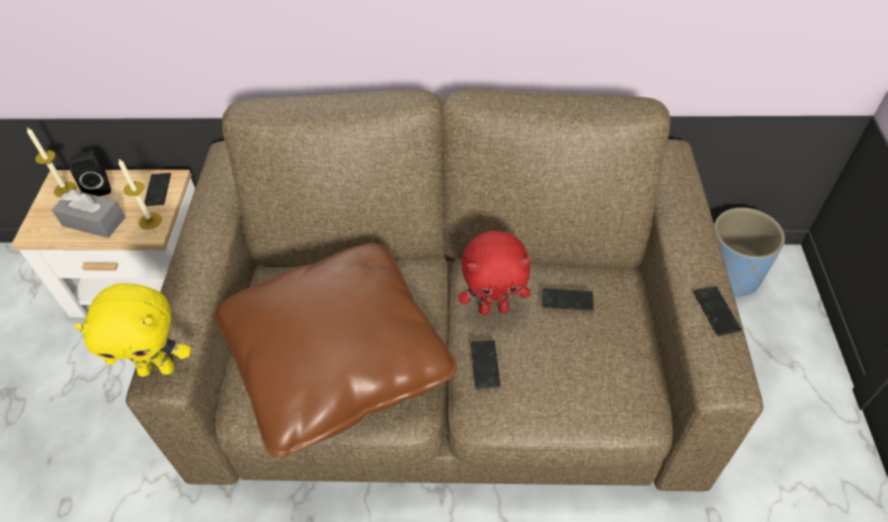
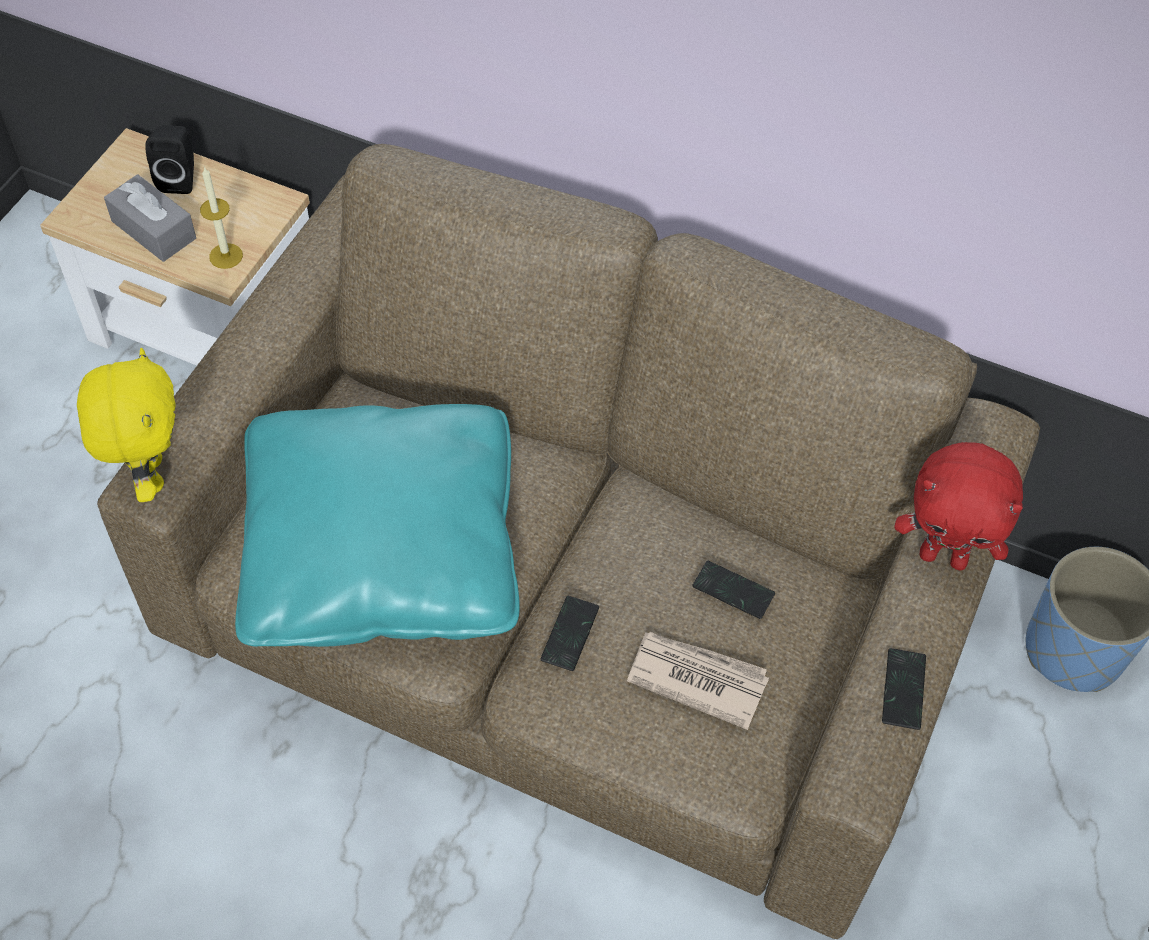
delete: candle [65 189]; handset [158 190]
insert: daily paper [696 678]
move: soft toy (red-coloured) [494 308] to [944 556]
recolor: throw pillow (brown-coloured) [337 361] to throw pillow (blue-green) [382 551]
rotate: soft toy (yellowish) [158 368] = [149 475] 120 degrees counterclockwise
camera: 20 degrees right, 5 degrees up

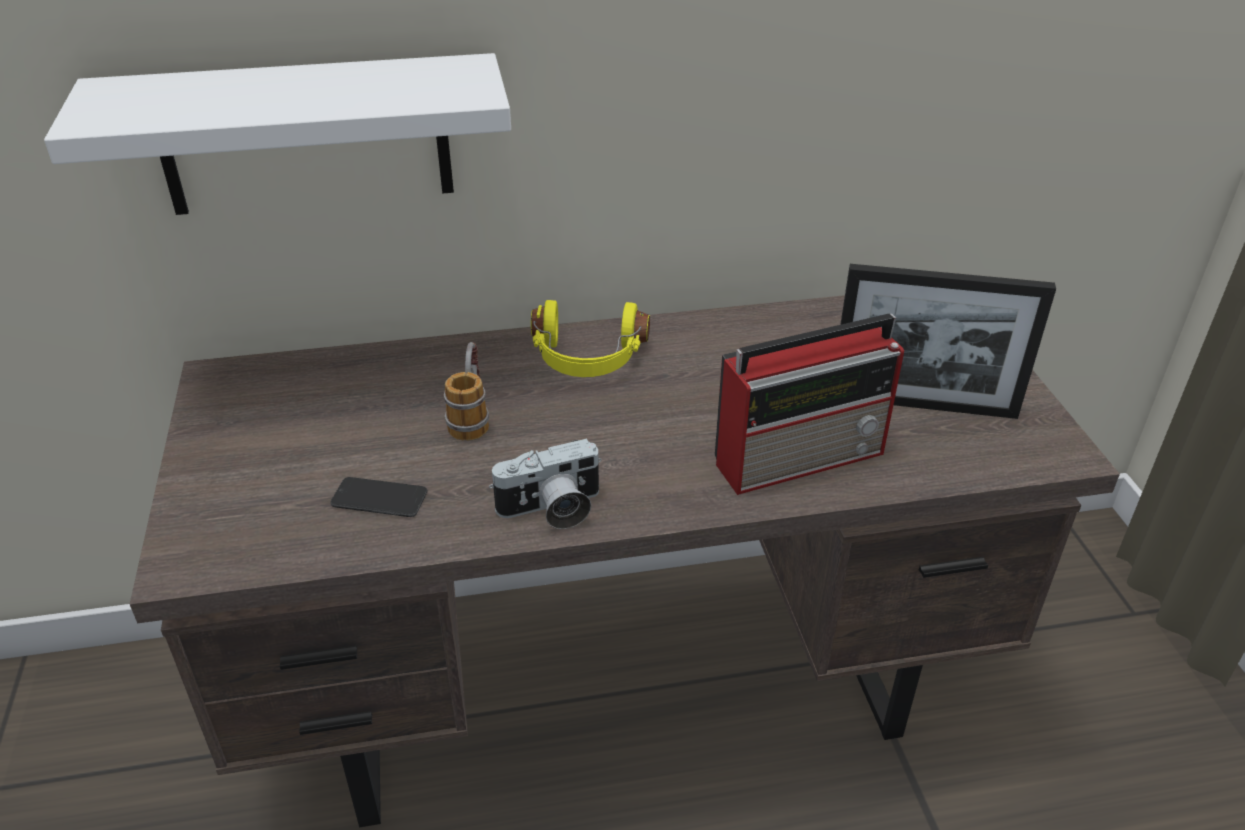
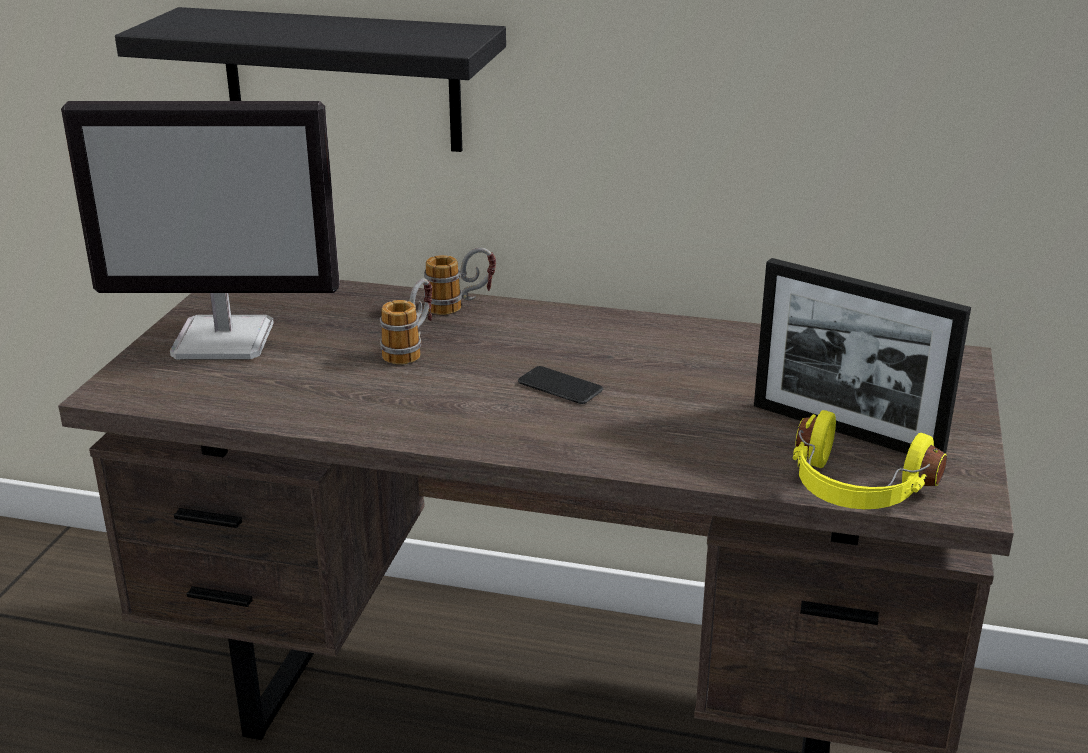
delete: photo camera [552 510]; radio set [802 456]
insert: monitor [226 340]; coffee mug [460 306]
move: handset [379 498] to [560 386]; pair of headphones (yellowish) [587 359] to [856 490]
recolor: shelf (white) [305 136] to shelf (black) [342 80]
camera: 25 degrees right, 10 degrees down

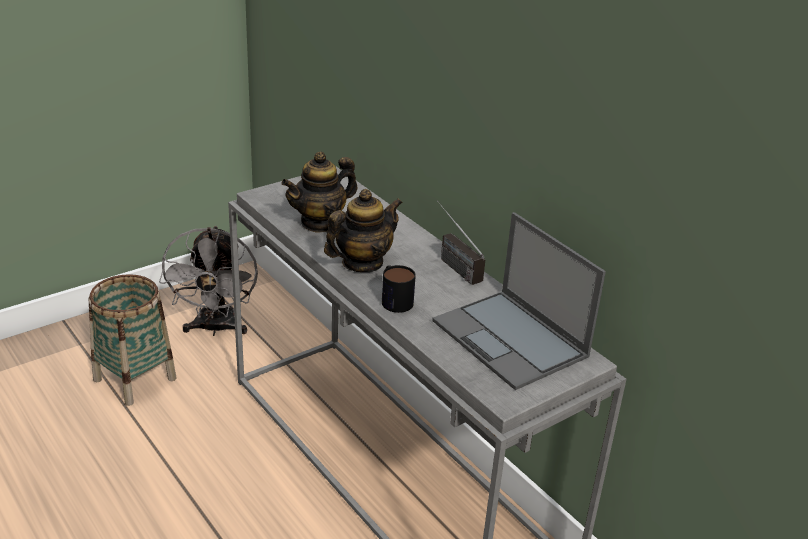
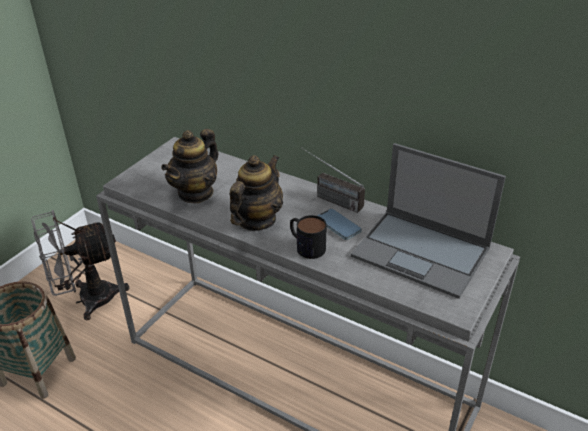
insert: handset [338 226]
rotate: electric fan (gray) [215 329] = [87 300] 90 degrees clockwise
camera: 20 degrees left, 5 degrees up

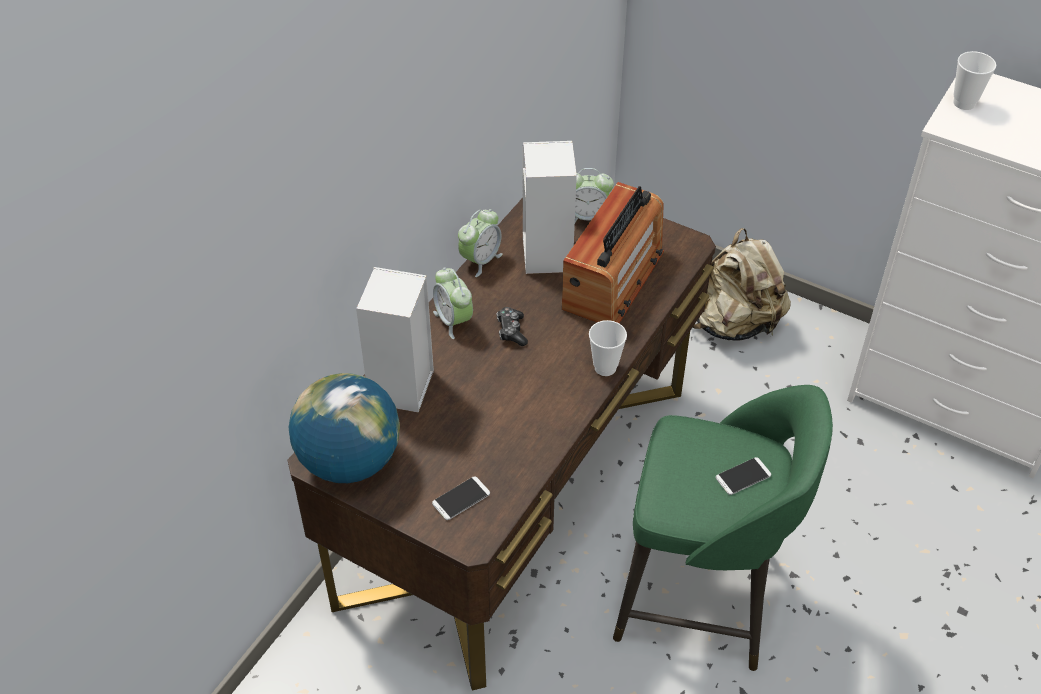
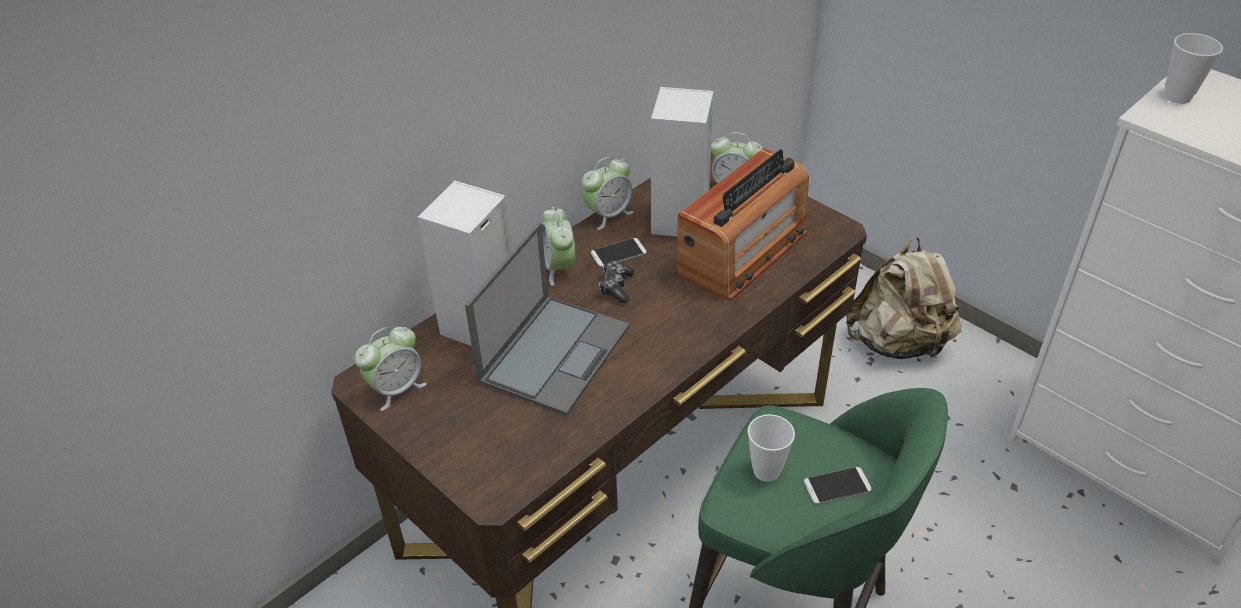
insert: portable computer [555 352]
move: handset [461 498] to [618 253]; cup [605 368] to [766 471]
replace: desk globe [349 461] to alarm clock [396 389]
camera: 15 degrees right, 5 degrees down

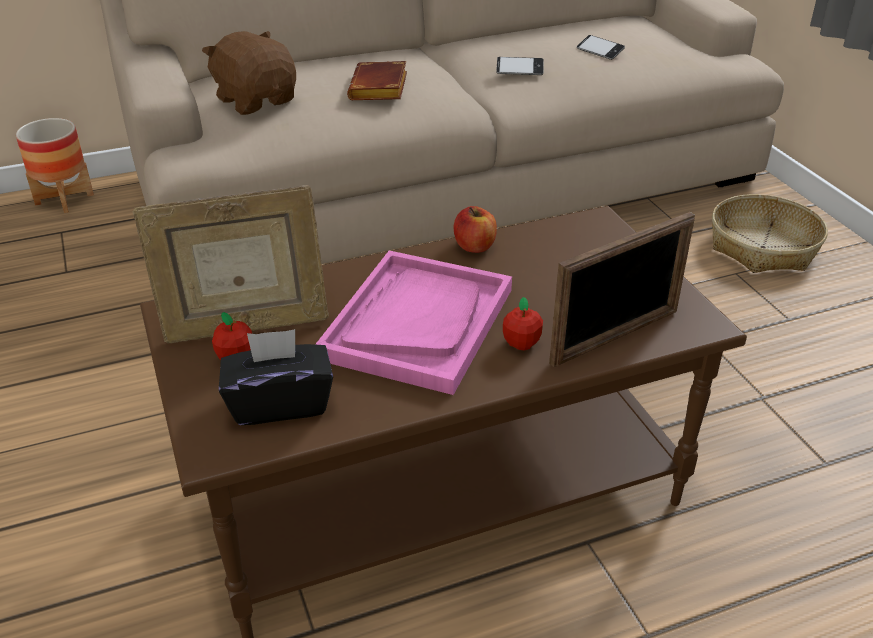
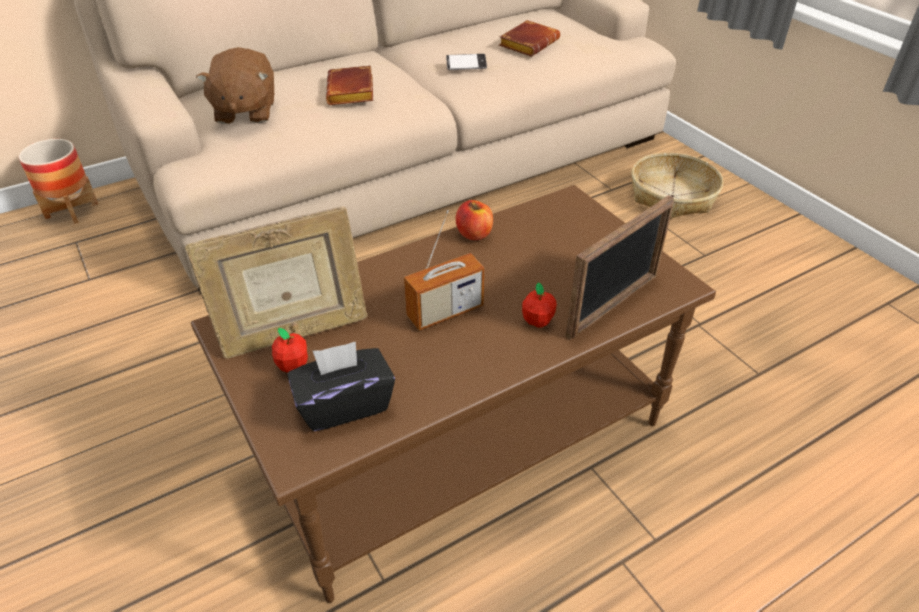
replace: carrying tray (pink) [418 323] to radio set [445 312]; handset [600 51] to bound book (brown-coloured) [528 43]
rotate: soft toy (brown-coloured) [256 100] = [245 112] 135 degrees counterclockwise
camera: 10 degrees left, 5 degrees up

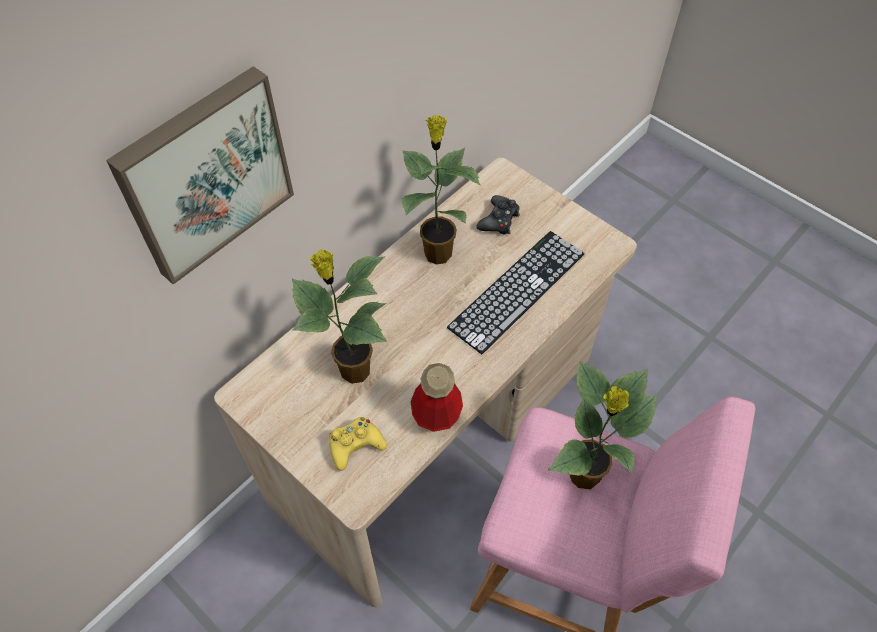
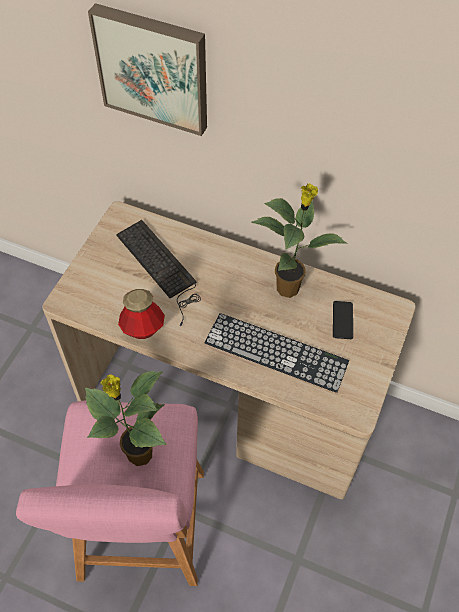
delete: joypad (yellowish) [355 445]
replace: houseplant [353 370] to PC keyboard [161 268]; joypad (black) [499 220] to handset [342 320]
camera: 70 degrees right, 0 degrees up

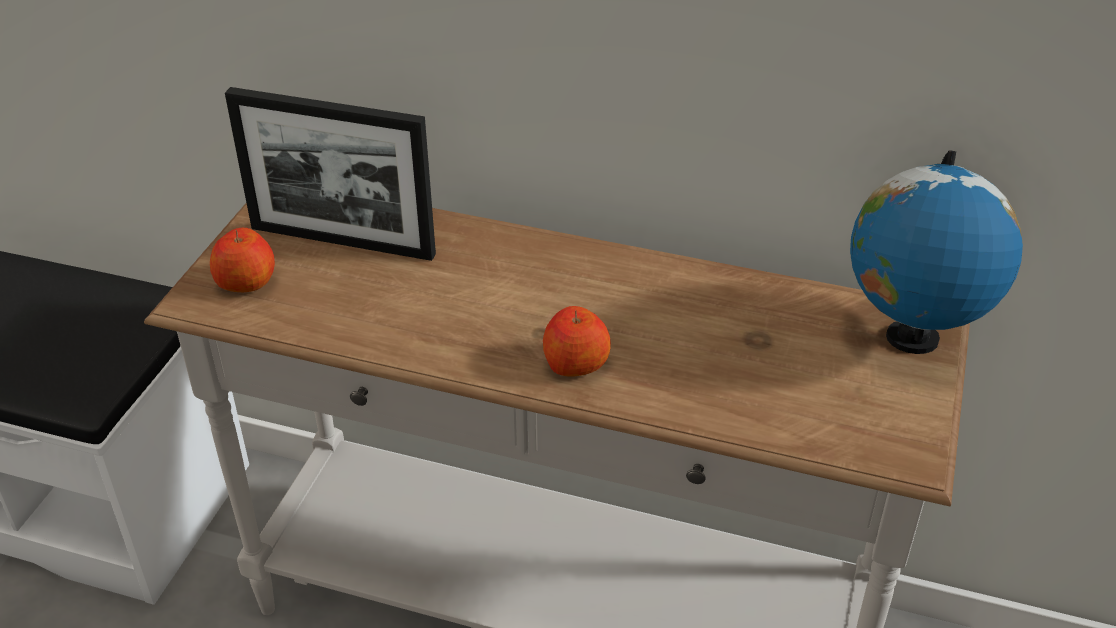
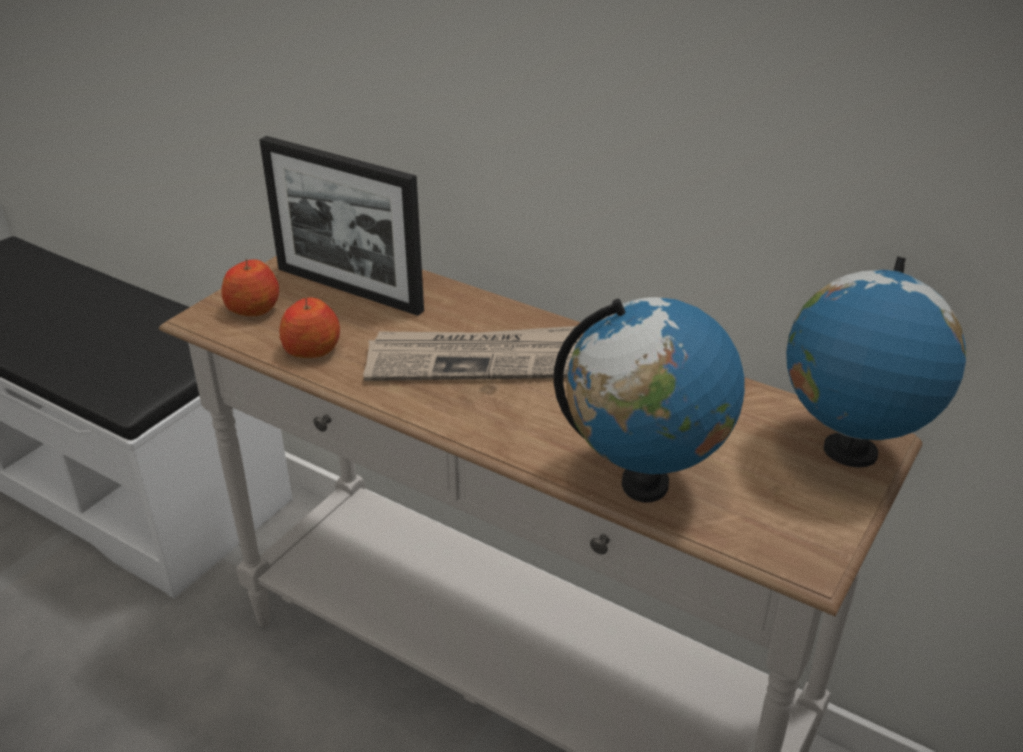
insert: daily paper [474 360]; desk globe [644 484]
move: apple [575 363] to [312 349]
camera: 15 degrees right, 5 degrees down

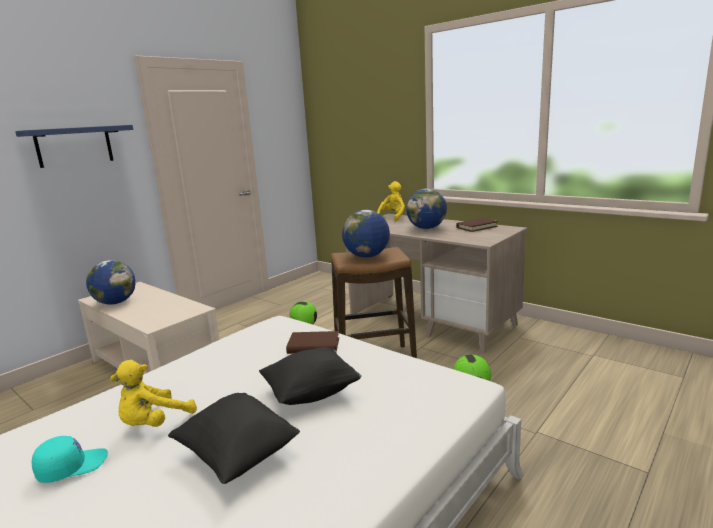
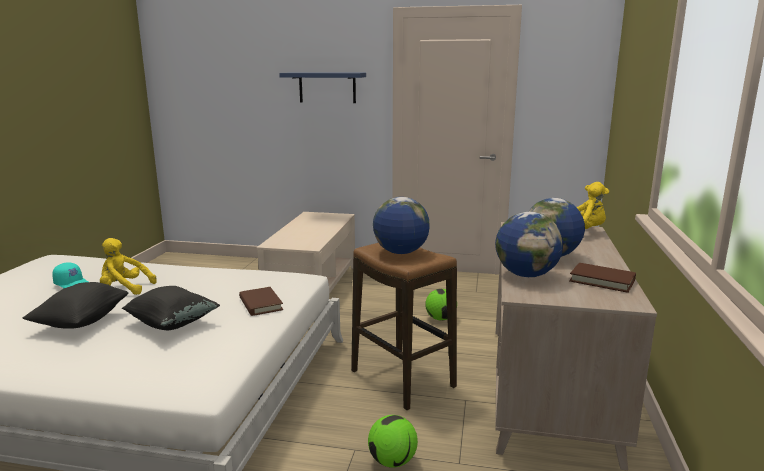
move: desk globe [115 303] to [526 275]
camera: 60 degrees right, 0 degrees up

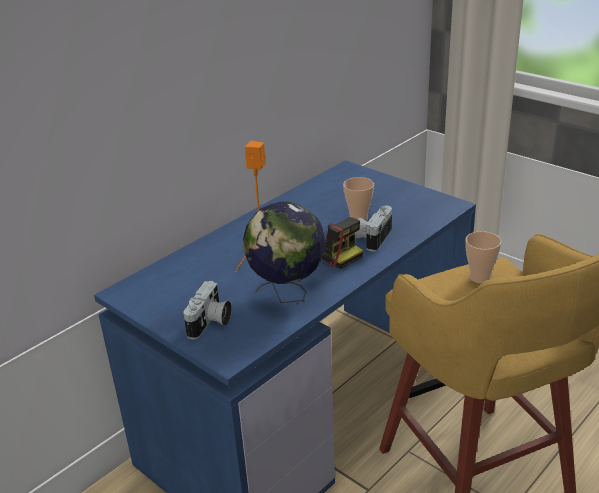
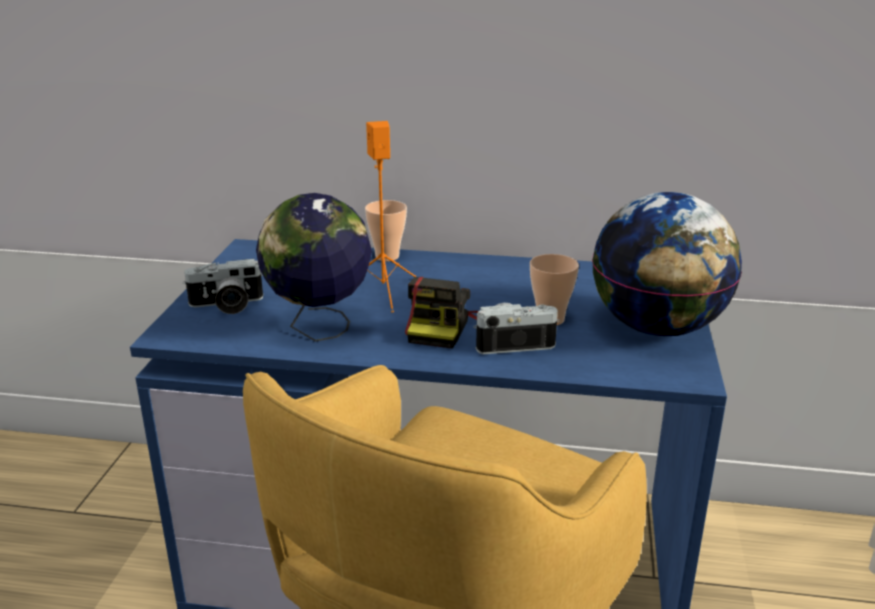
insert: desk globe [657 328]
move: cup [479 278] to [387 257]
camera: 55 degrees right, 5 degrees down

